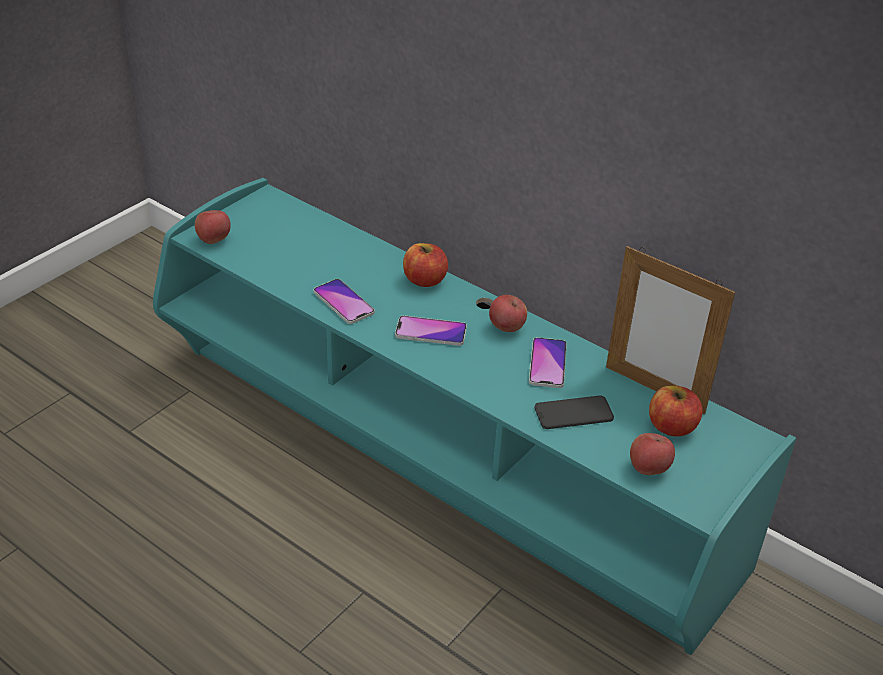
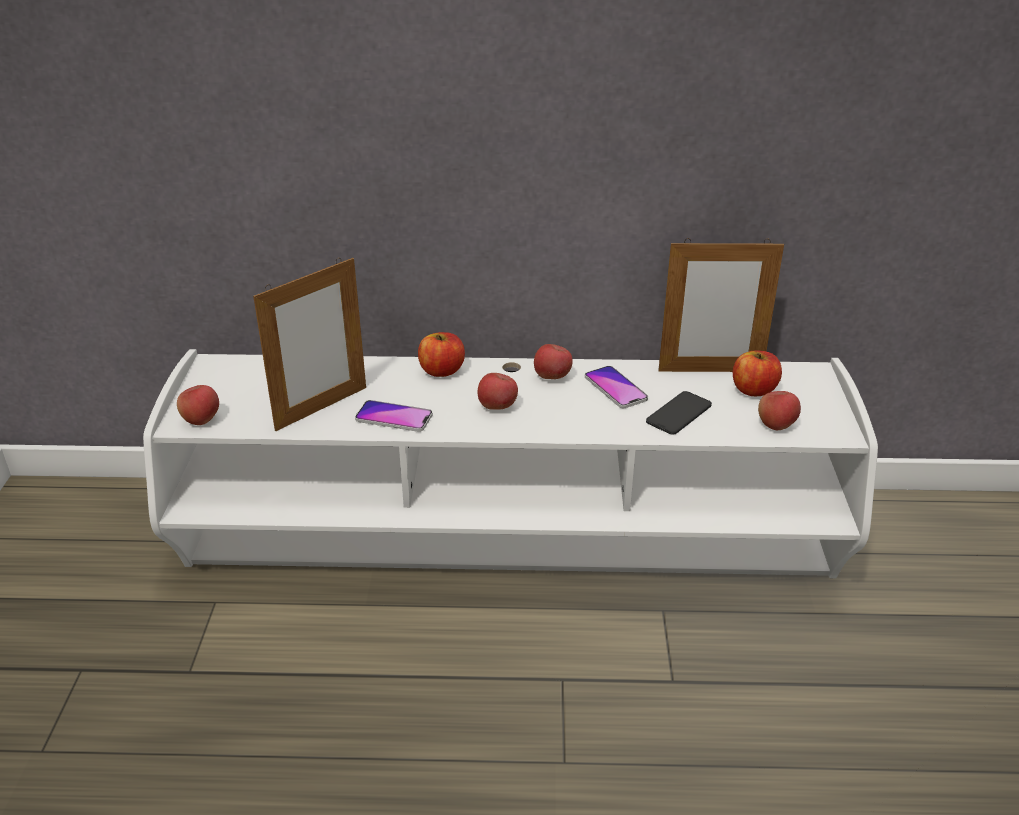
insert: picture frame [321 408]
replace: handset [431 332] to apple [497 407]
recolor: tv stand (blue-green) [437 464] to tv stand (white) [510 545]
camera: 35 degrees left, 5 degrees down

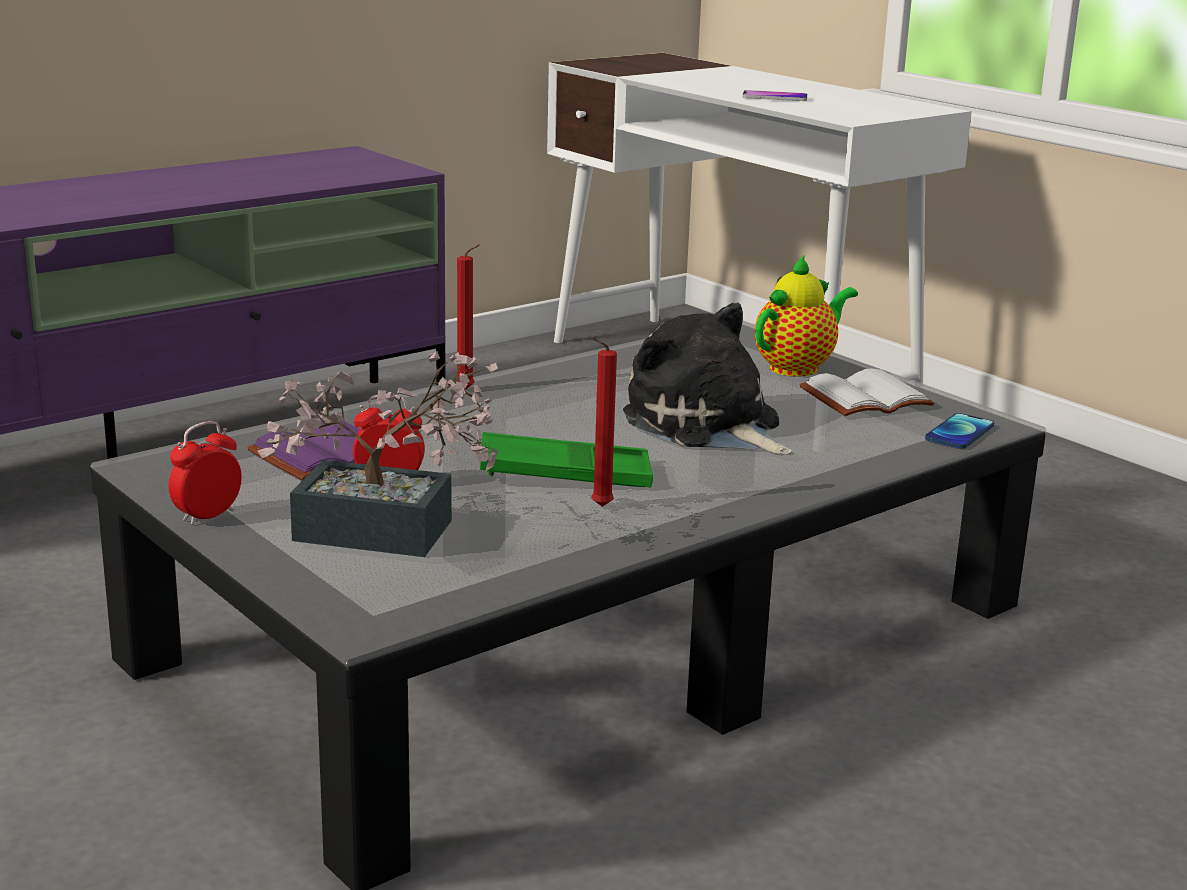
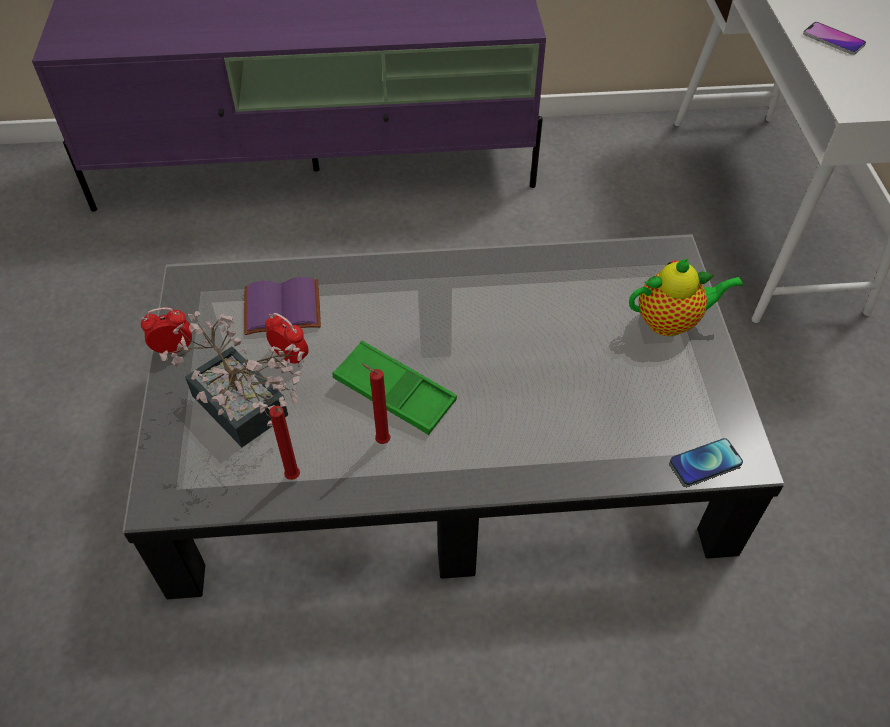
delete: soft toy [707 425]; bound book (white) [865 397]
move: candle (red-coloured) [468 390] to [294 478]
camera: 35 degrees right, 30 degrees up

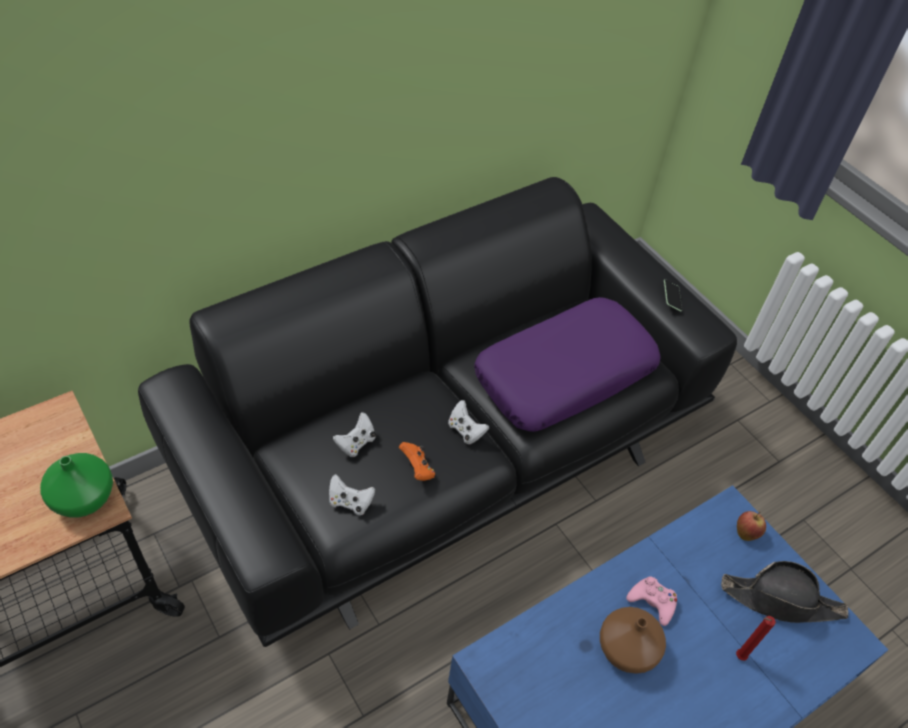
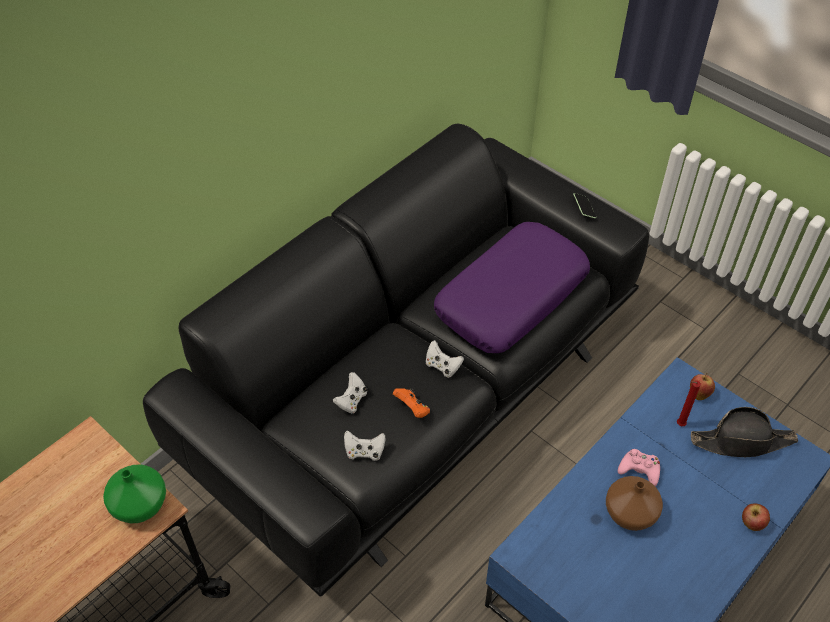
insert: apple [751 524]
move: candle (red-coloured) [738 656] to [679 425]
camera: 10 degrees left, 0 degrees up

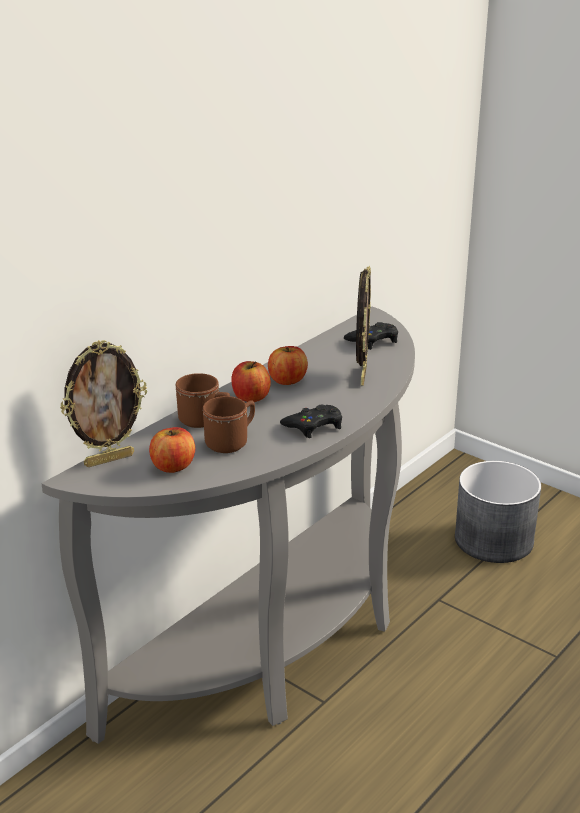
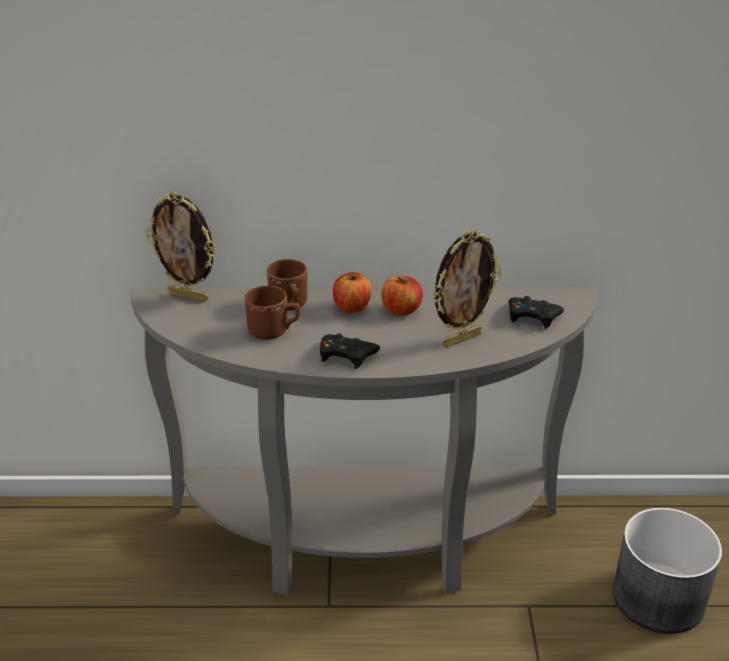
delete: apple [173 466]
camera: 50 degrees right, 5 degrees up

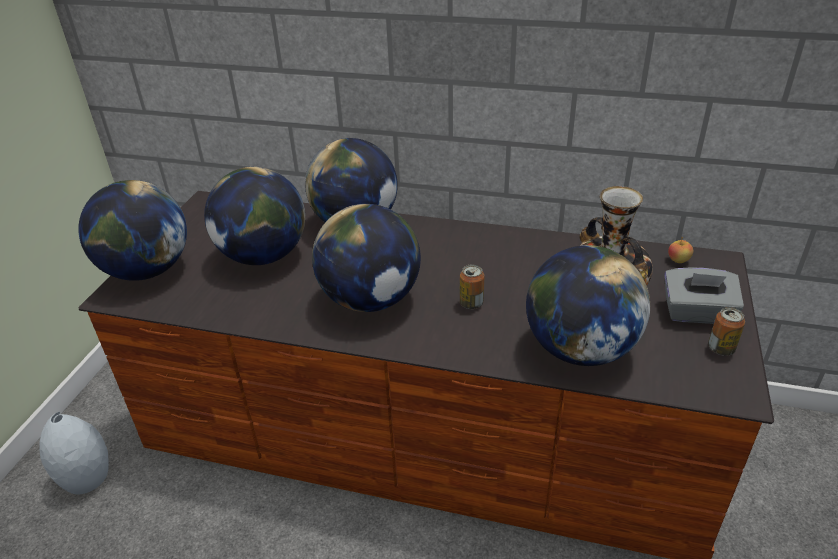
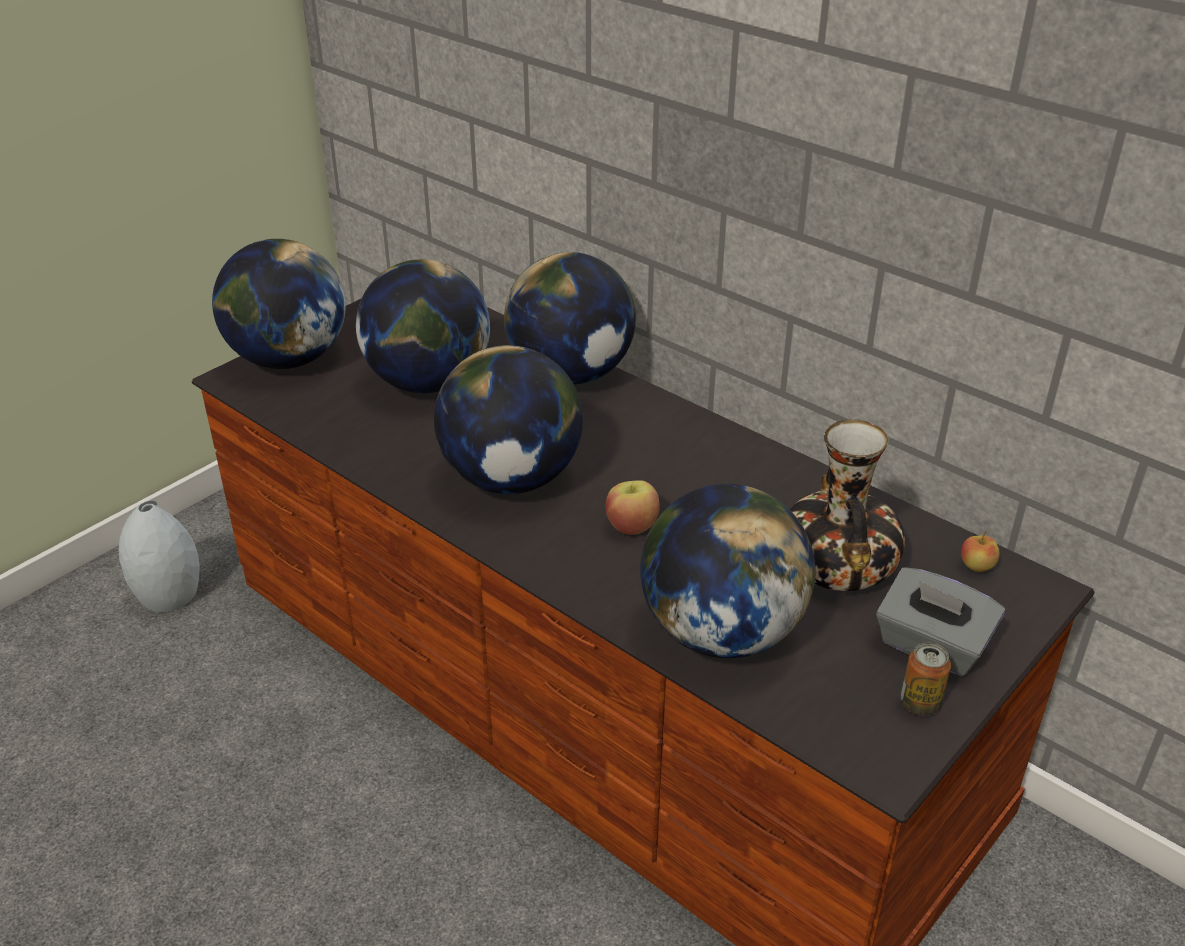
replace: can [471 303] to apple [631 526]
camera: 25 degrees right, 0 degrees up

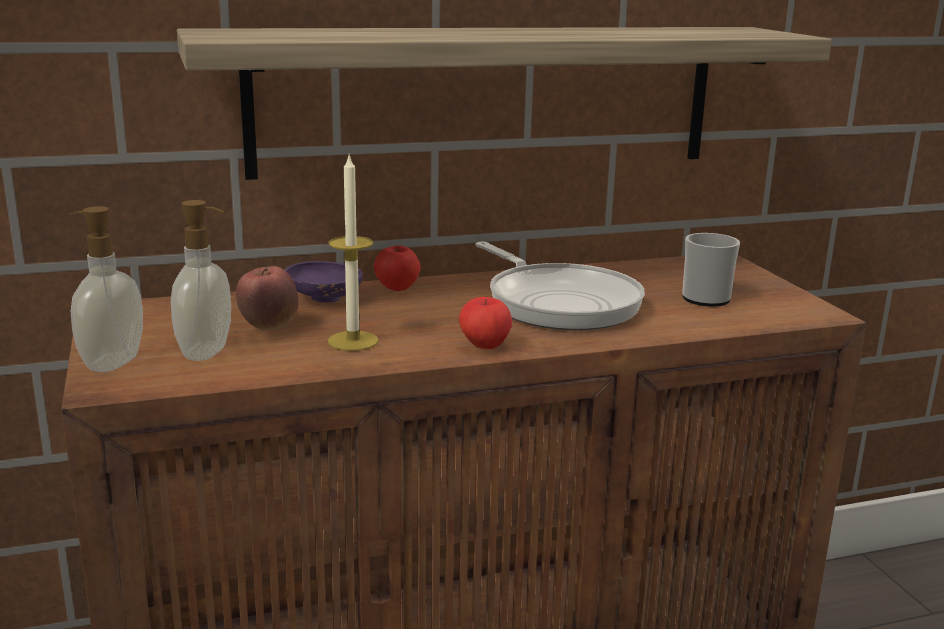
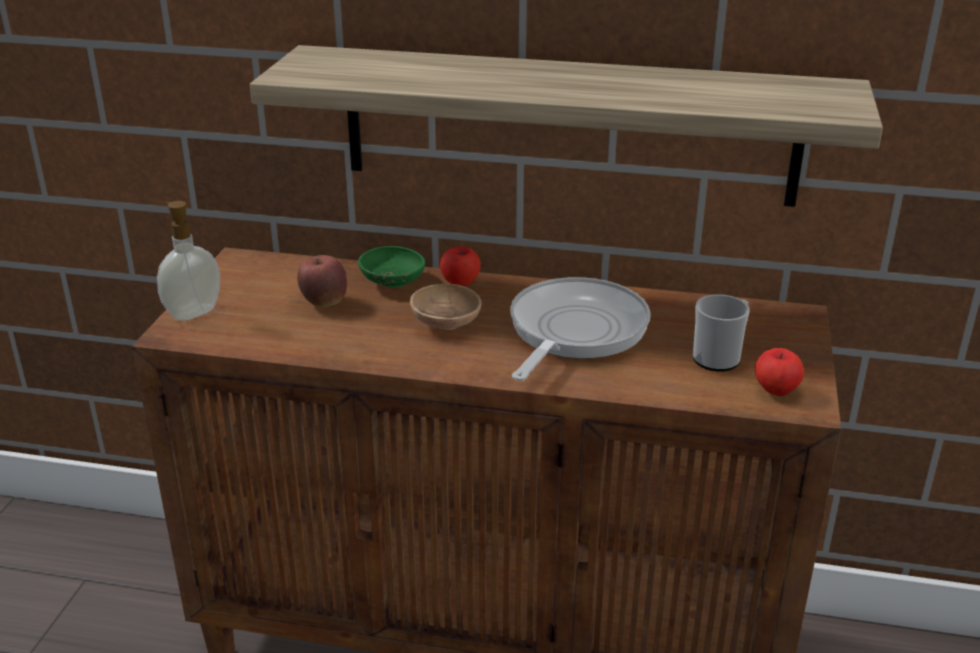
delete: soap bottle [208 352]; candle [353 341]
insert: serving bowl (brown-coloured) [446 323]
move: apple [484 345] to [775 390]
recolor: serving bowl (purplish) [323 298] to serving bowl (green-coloured) [392 282]
rotate: pan [559 303] = [574 332] 150 degrees counterclockwise
camera: 30 degrees right, 10 degrees up

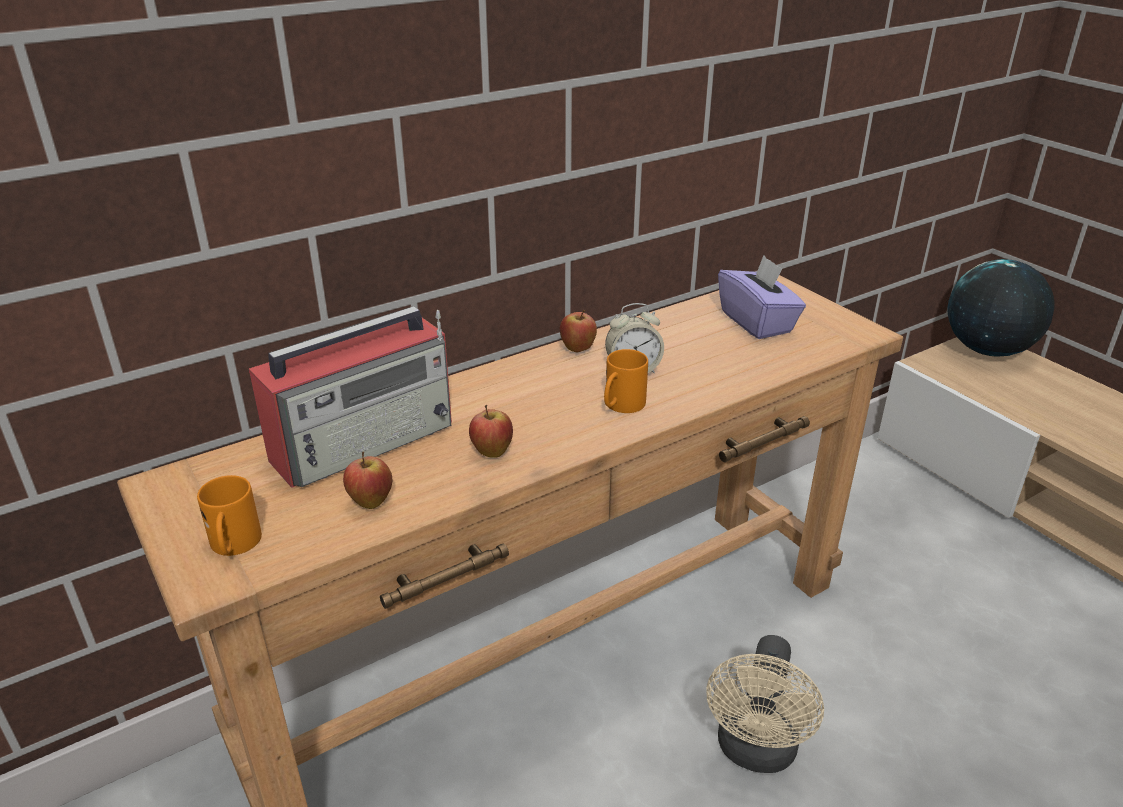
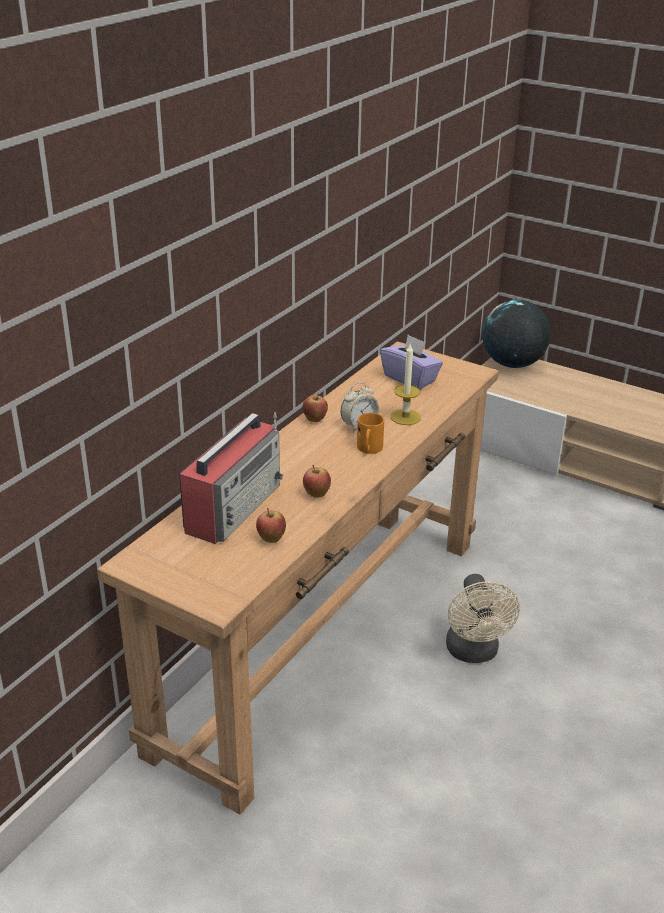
delete: coffee mug (orangey) [235 546]
insert: candle [405 417]
camera: 25 degrees left, 0 degrees up

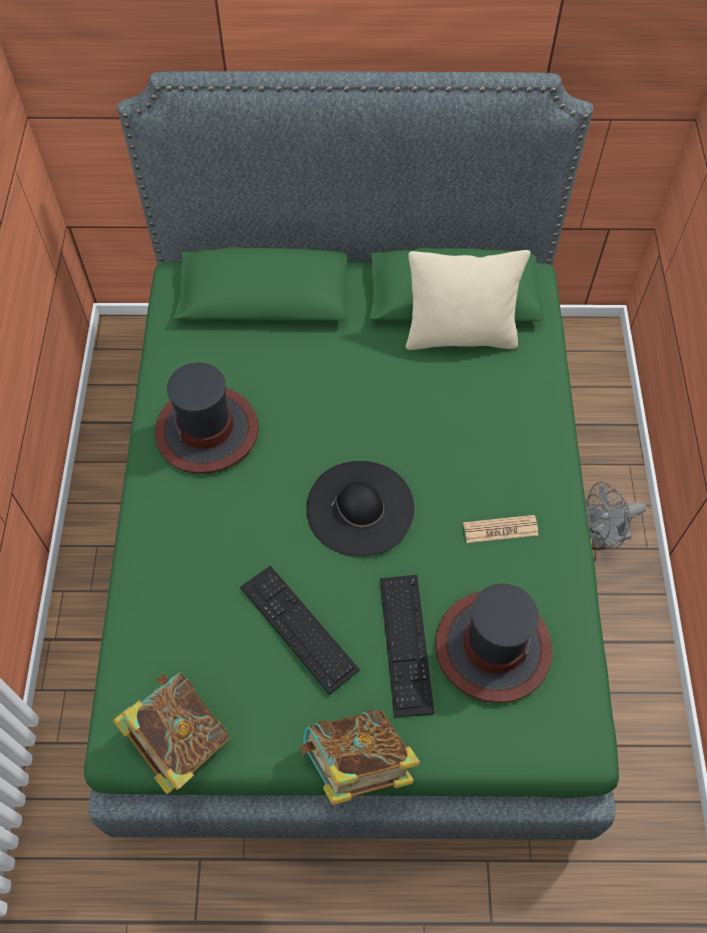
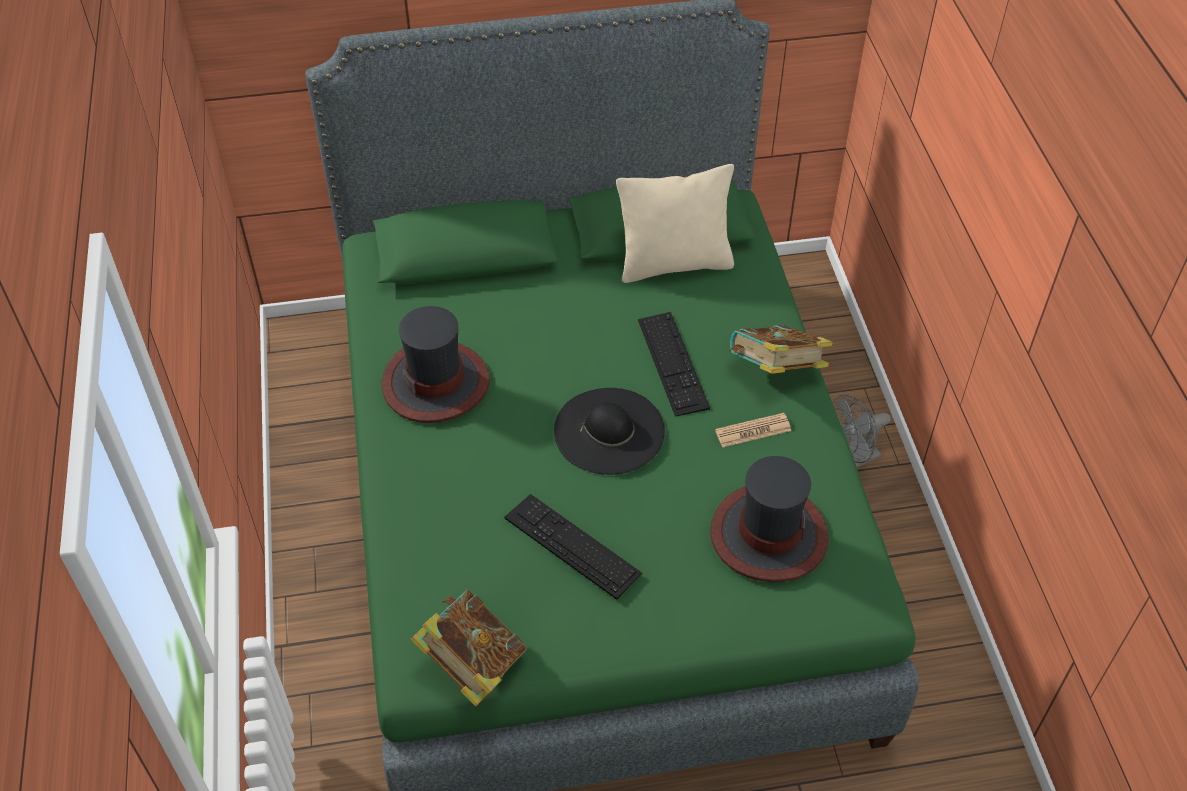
move: bound book [357 764] to [775 371]; PC keyboard [406 644] to [672 363]
camera: 10 degrees left, 10 degrees down

